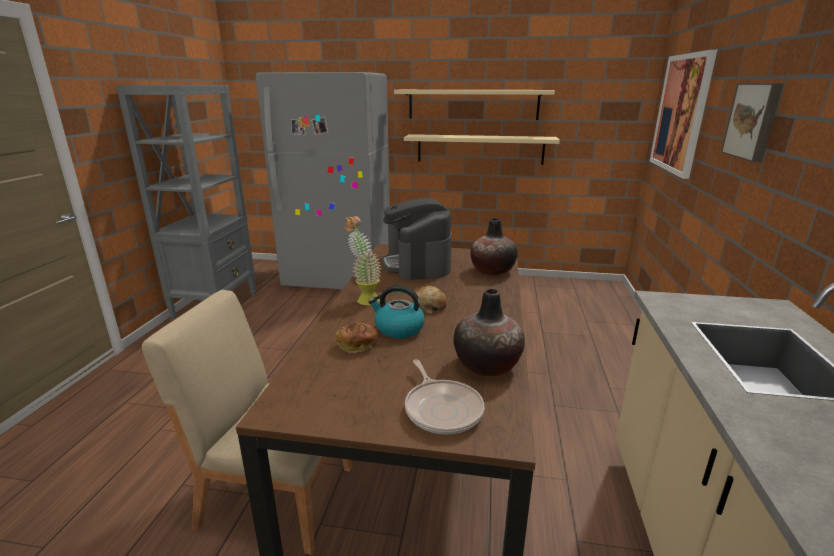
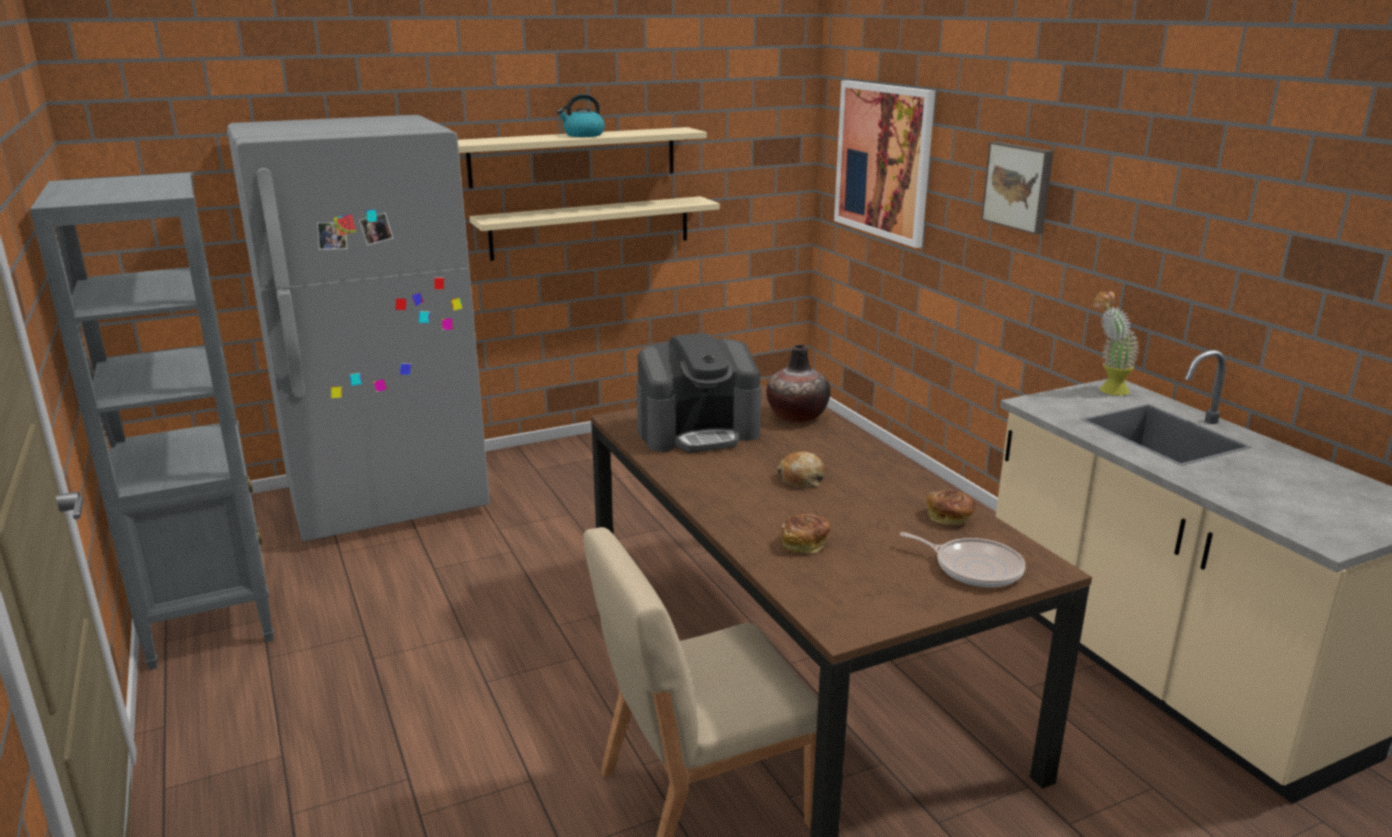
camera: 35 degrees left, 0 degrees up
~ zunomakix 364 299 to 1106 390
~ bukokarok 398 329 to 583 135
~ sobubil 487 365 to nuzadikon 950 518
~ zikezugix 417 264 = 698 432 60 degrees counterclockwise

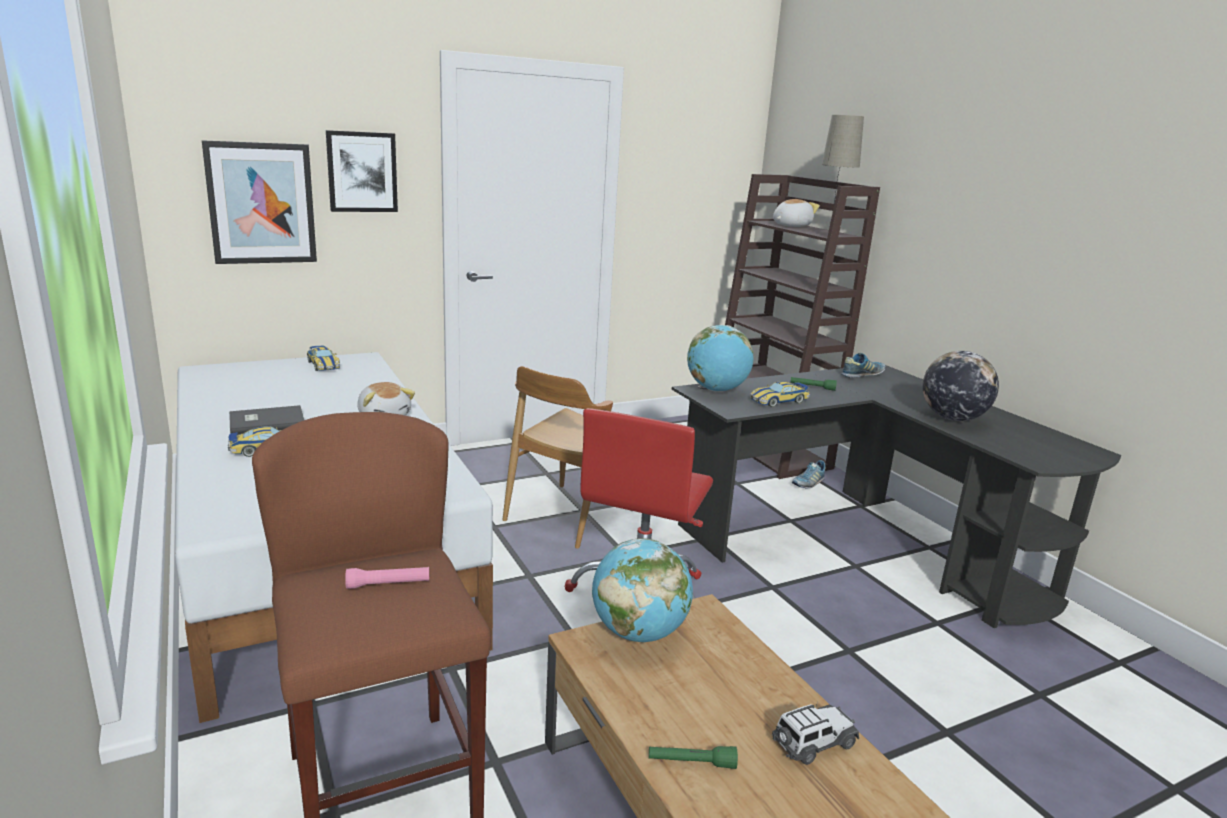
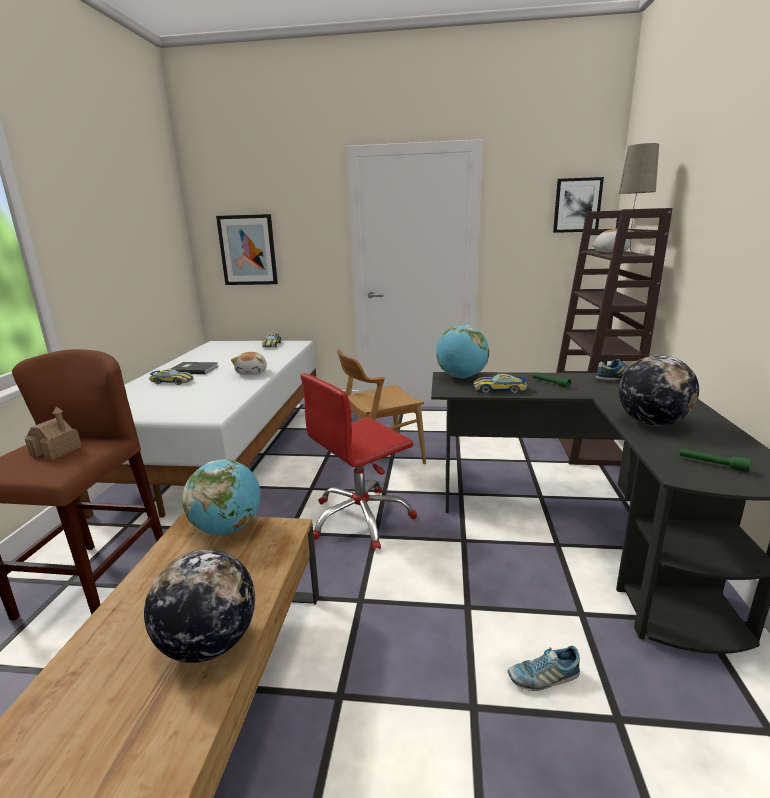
camera: 35 degrees right, 0 degrees up
~ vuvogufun 362 172 to 577 205
~ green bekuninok 691 763 to 712 465
~ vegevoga 808 483 to 543 677
~ pink bekuninok 388 584 to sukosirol 56 451
~ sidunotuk 813 743 to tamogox 209 644

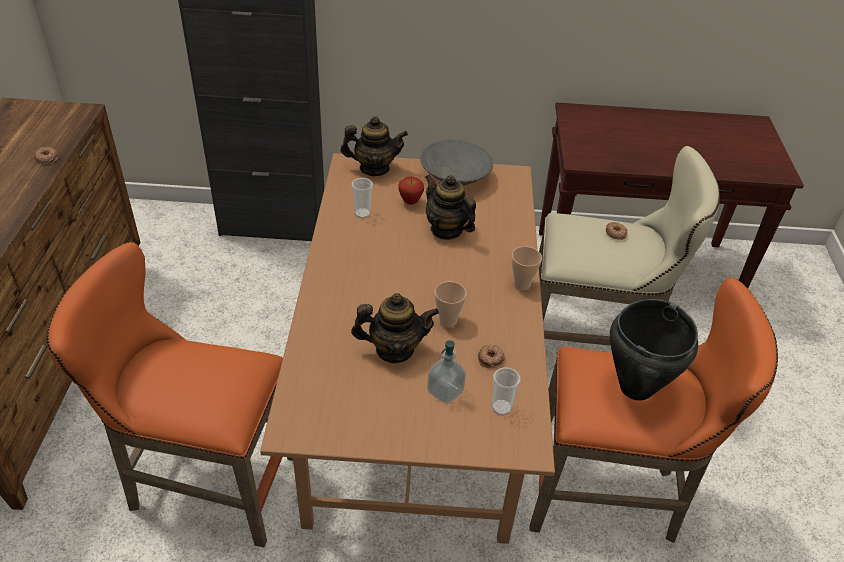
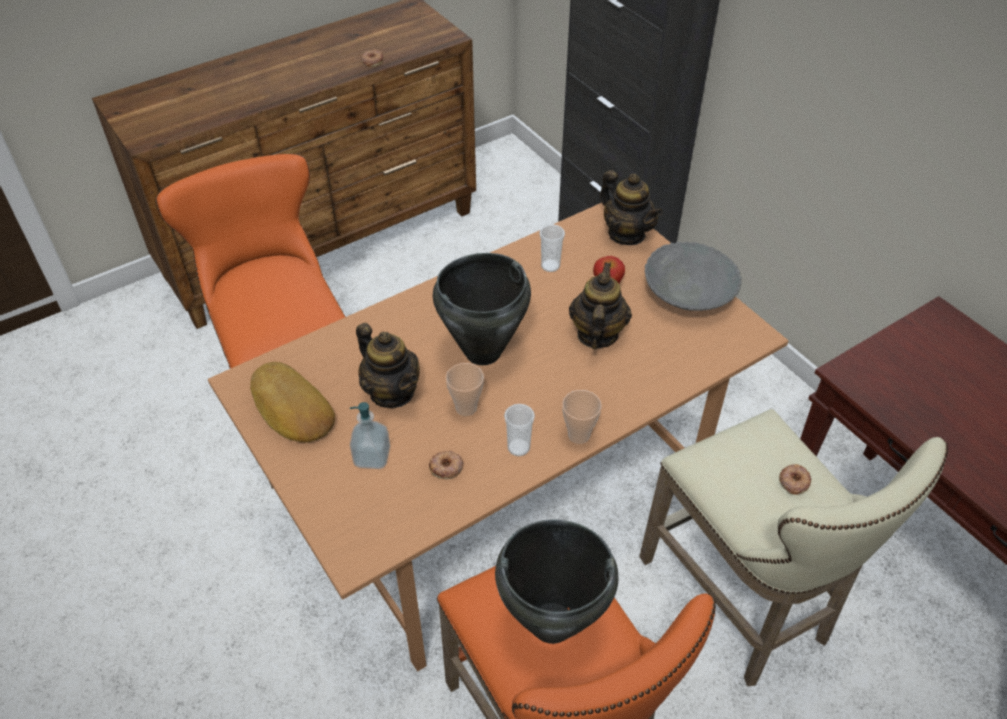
camera: 55 degrees right, 5 degrees up
+ nuzadikon 291 409
+ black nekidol 482 352
~ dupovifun 501 407 to 518 447

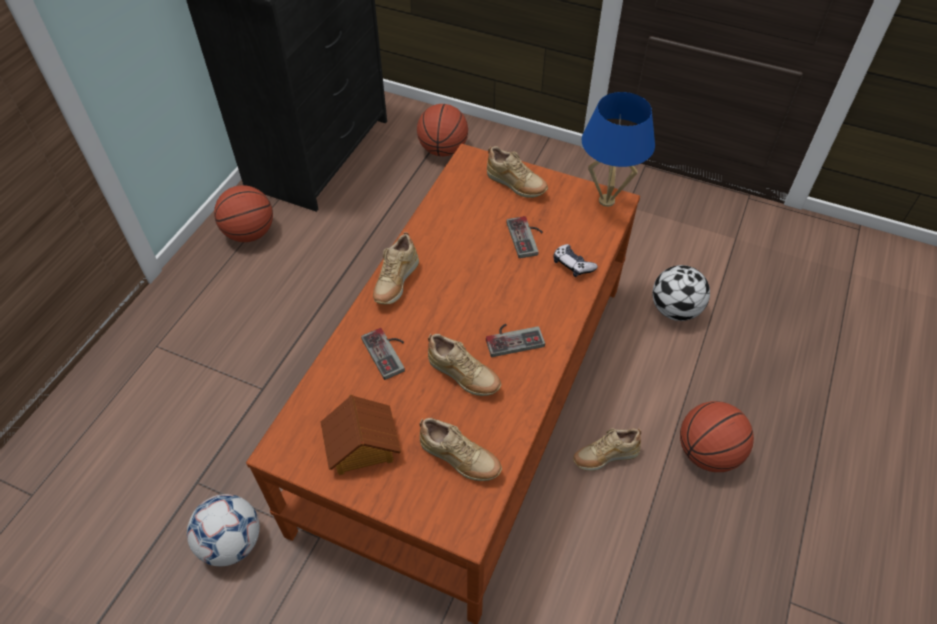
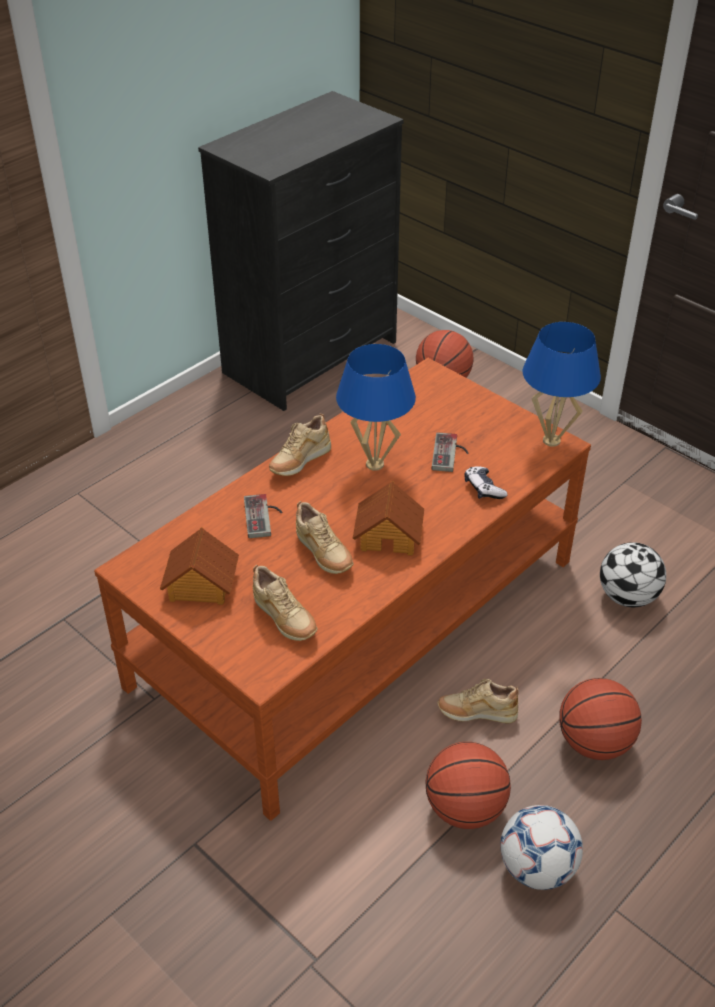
camera: 20 degrees right, 10 degrees down
- beige vegevoga 516 186
+ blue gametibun 375 464
~ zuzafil 232 542 to 537 868
~ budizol 250 233 to 465 808
~ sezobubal 513 337 to sukosirol 389 535

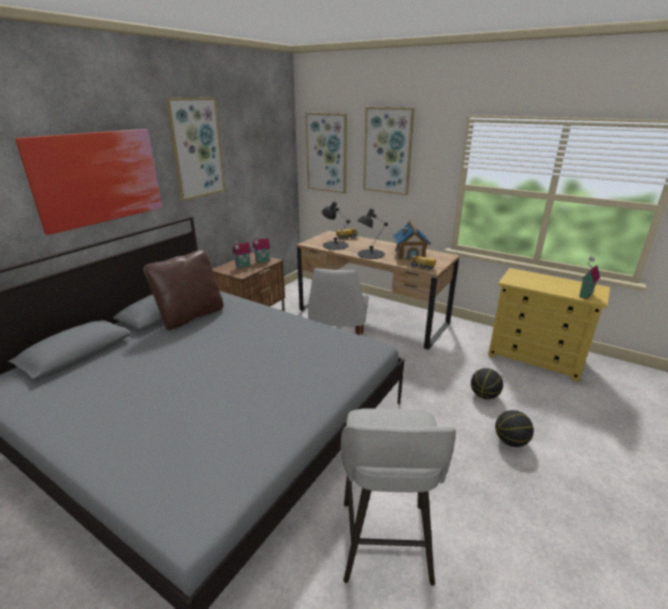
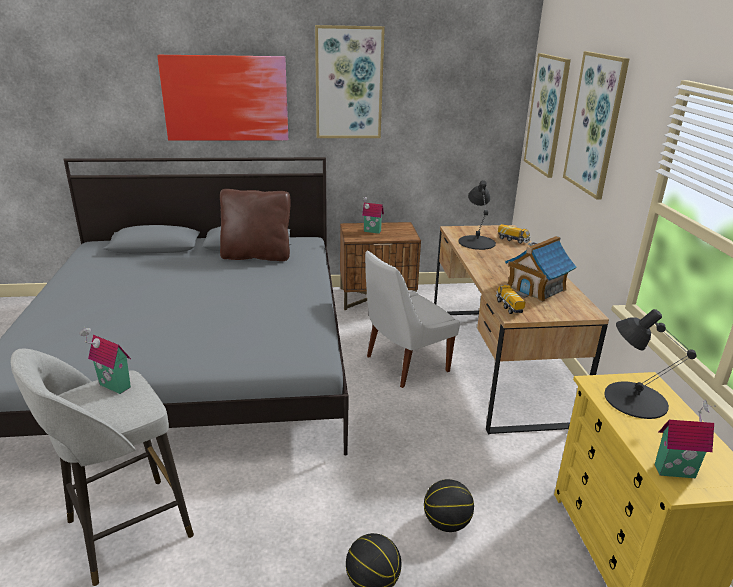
camera: 50 degrees right, 0 degrees up
~ sukosirol 262 261 to 113 387
~ black gametibun 370 254 to 634 399

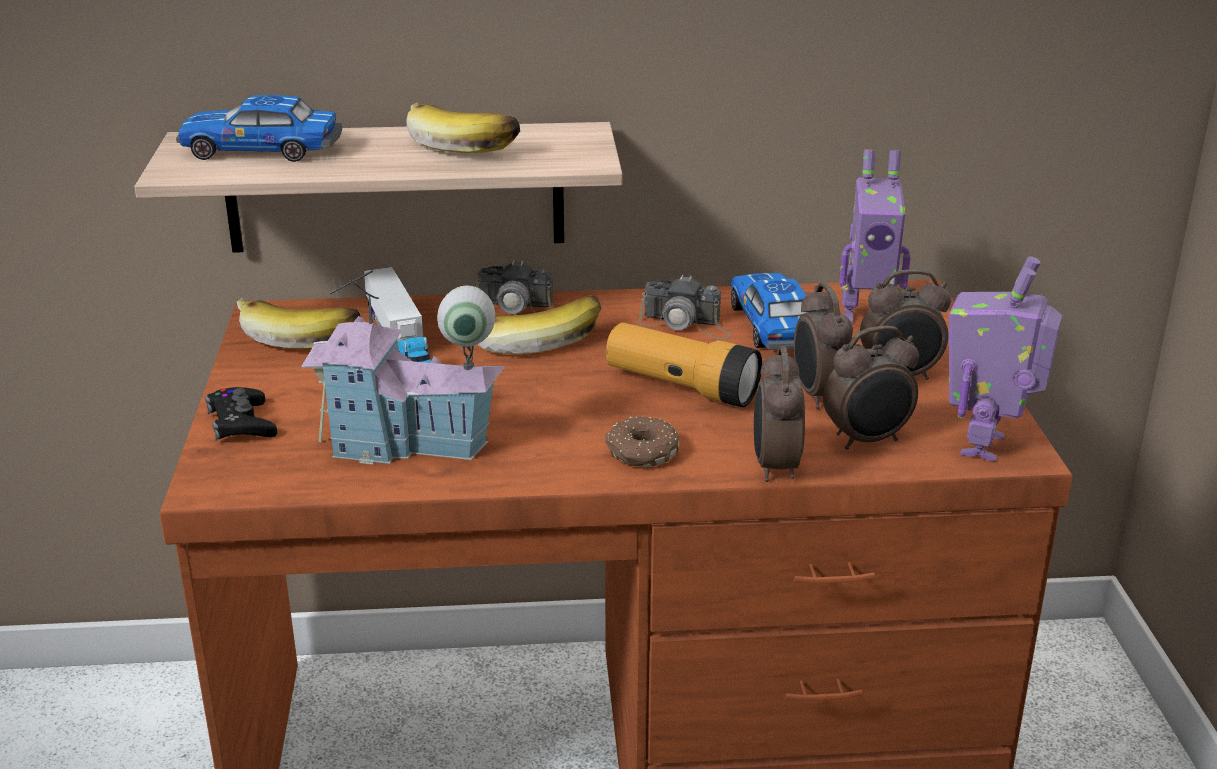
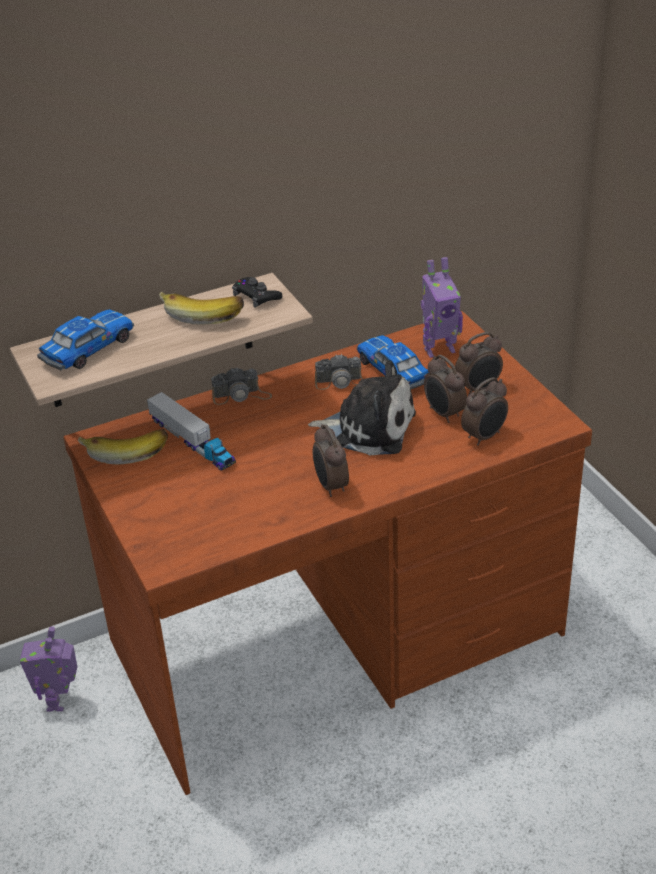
camera: 20 degrees left, 10 degrees up
- sukosirol 407 444
- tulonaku 532 339
- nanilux 641 453
~ black sezobubal 241 423 to 256 296
~ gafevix 774 467 to 330 486
~ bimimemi 986 446 to 59 700
~ bekuninok 681 387 to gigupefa 369 428
~ sidunotuk 263 150 = 87 349 150 degrees clockwise

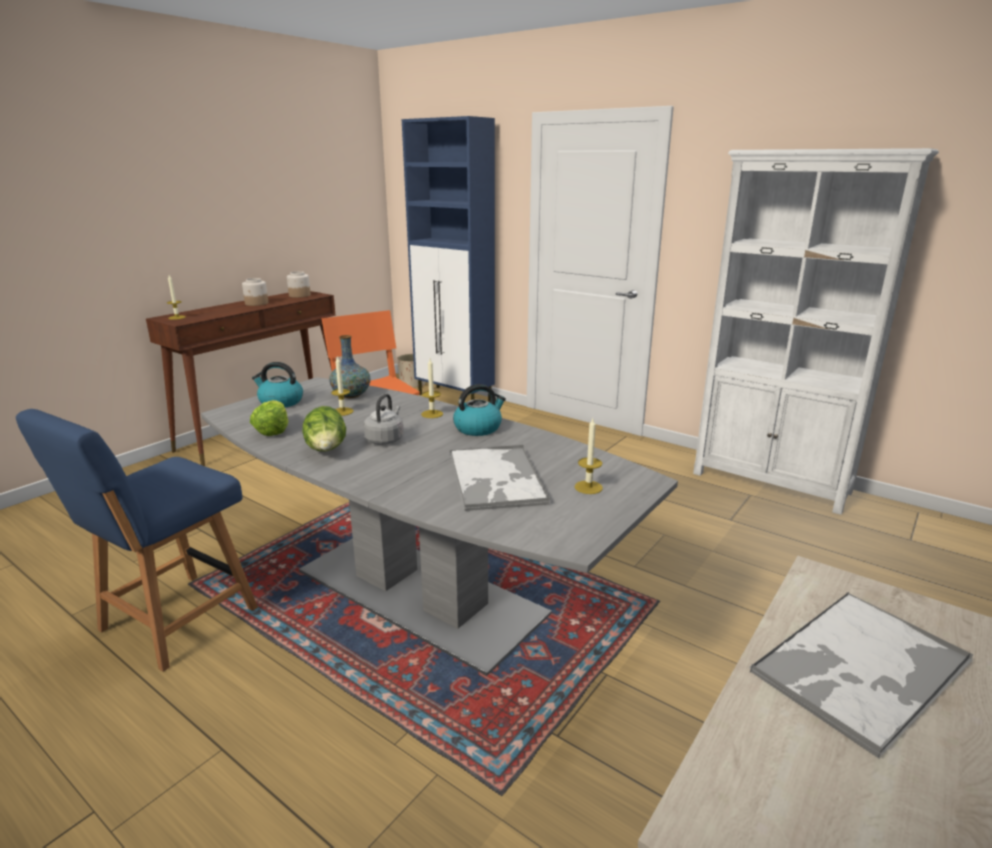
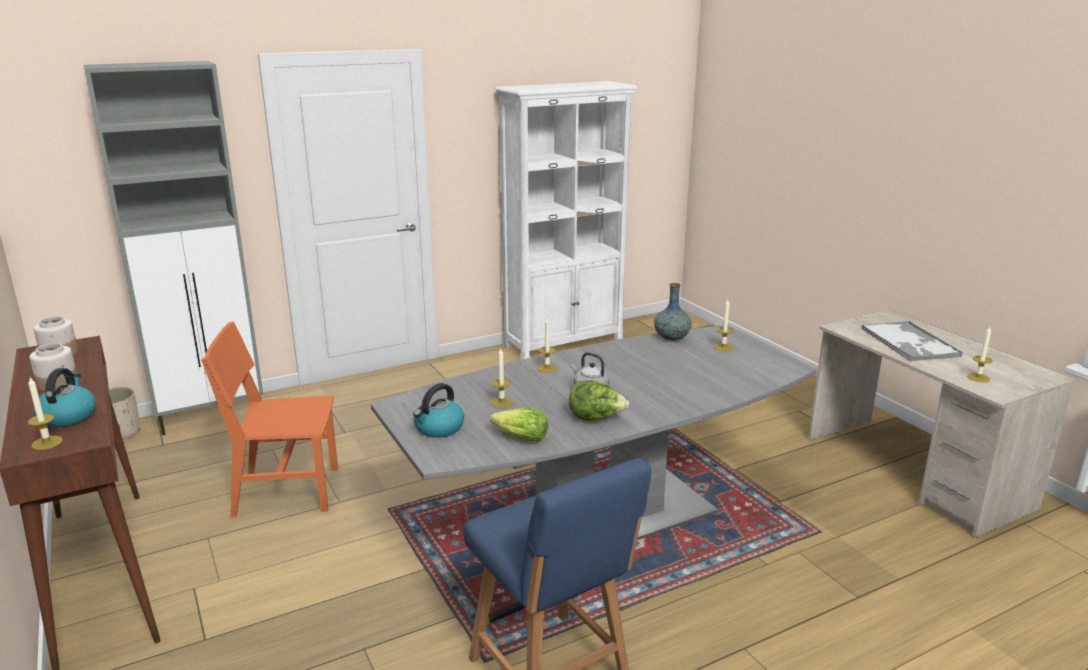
camera: 65 degrees left, 0 degrees up
- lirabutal 496 479
+ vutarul 978 378
~ sobubil 351 395 to 671 337
~ bukokarok 478 428 to 68 416
~ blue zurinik 455 398 to grey zurinik 212 416

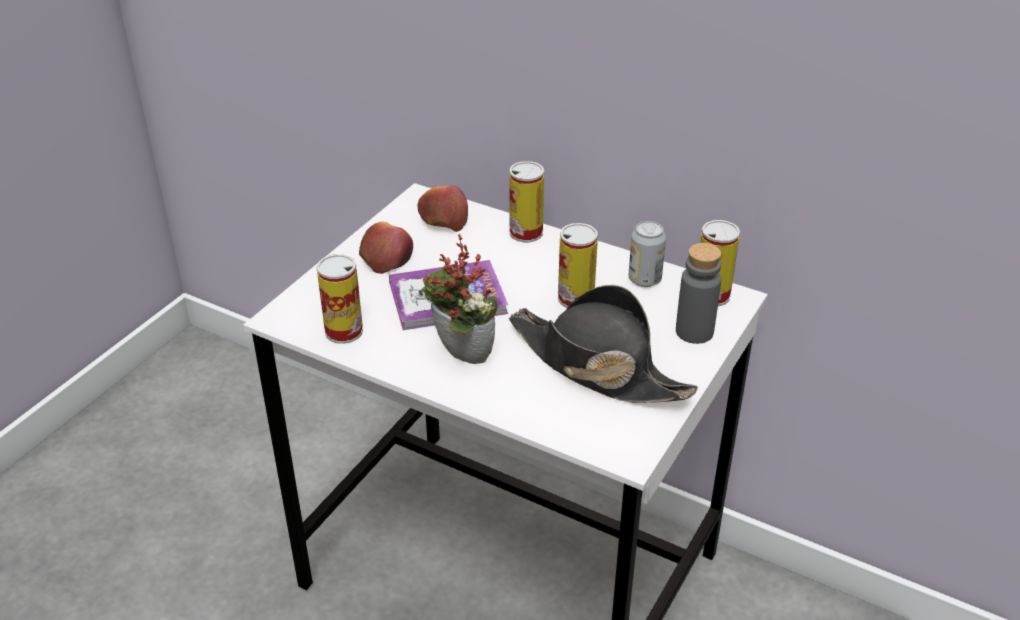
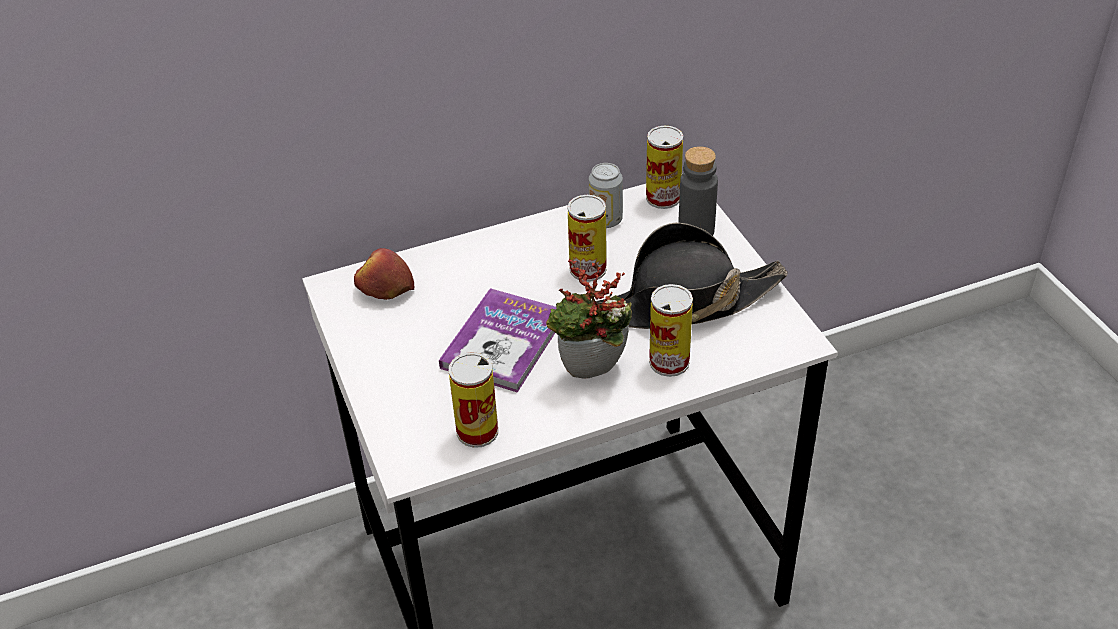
camera: 50 degrees left, 5 degrees up
- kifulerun 386 257
~ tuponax 526 233 to 669 362

